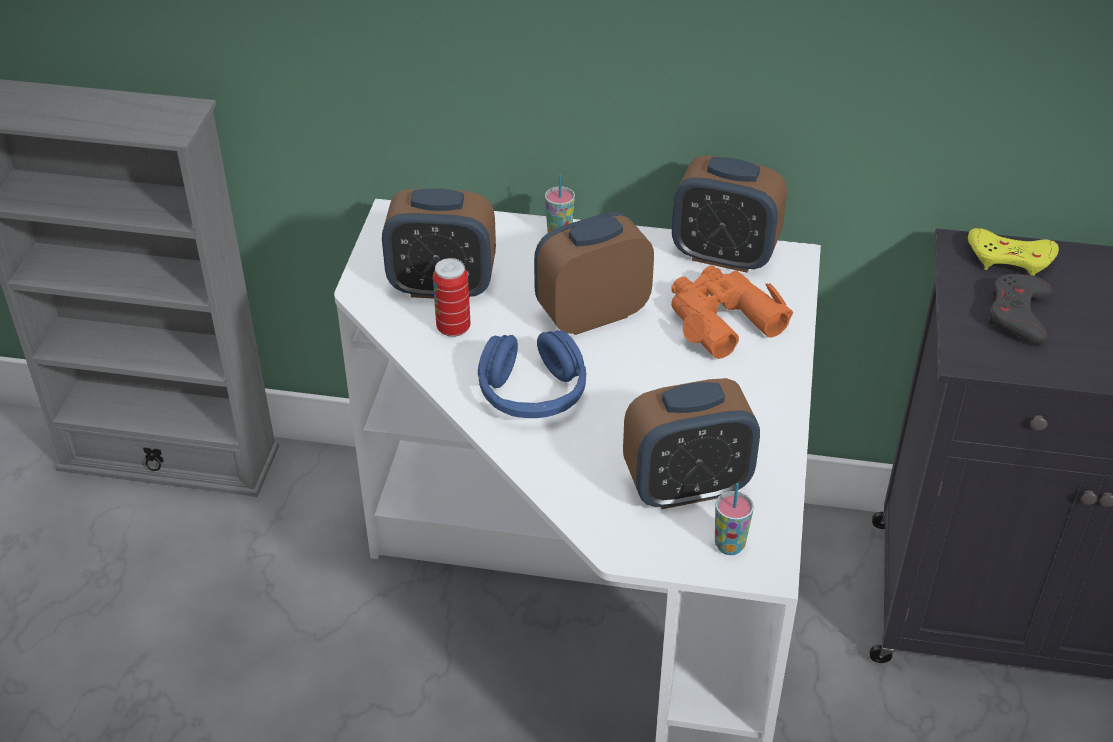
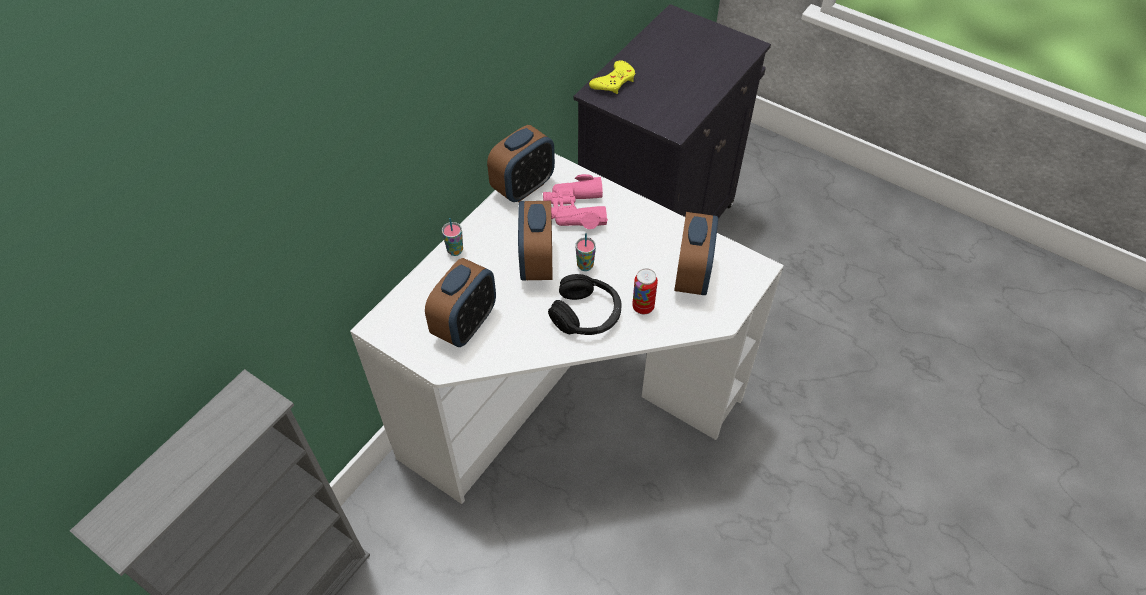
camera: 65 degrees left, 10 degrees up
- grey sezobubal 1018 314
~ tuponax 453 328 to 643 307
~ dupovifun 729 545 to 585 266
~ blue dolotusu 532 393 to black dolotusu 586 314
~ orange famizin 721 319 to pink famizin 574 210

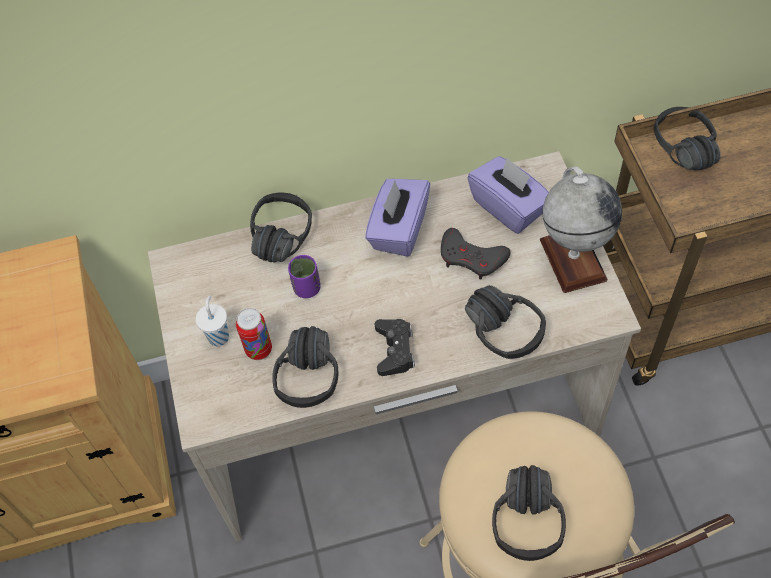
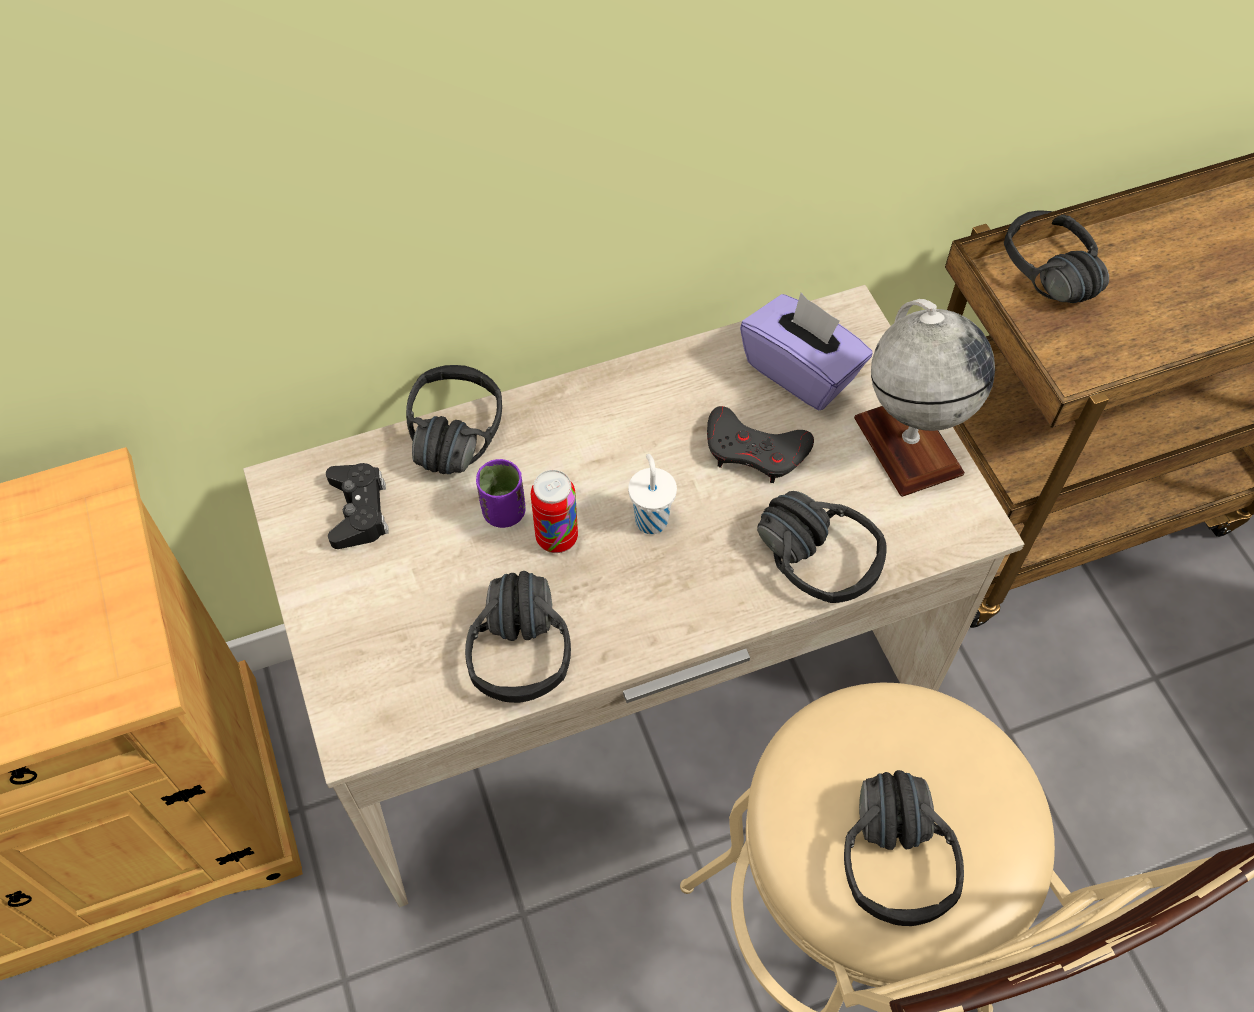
camera: 10 degrees left, 0 degrees up
- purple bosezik 398 230
~ white dupovifun 218 336 to 651 519
~ tuponax 258 349 to 556 537
~ black sezobubal 395 350 to 358 510

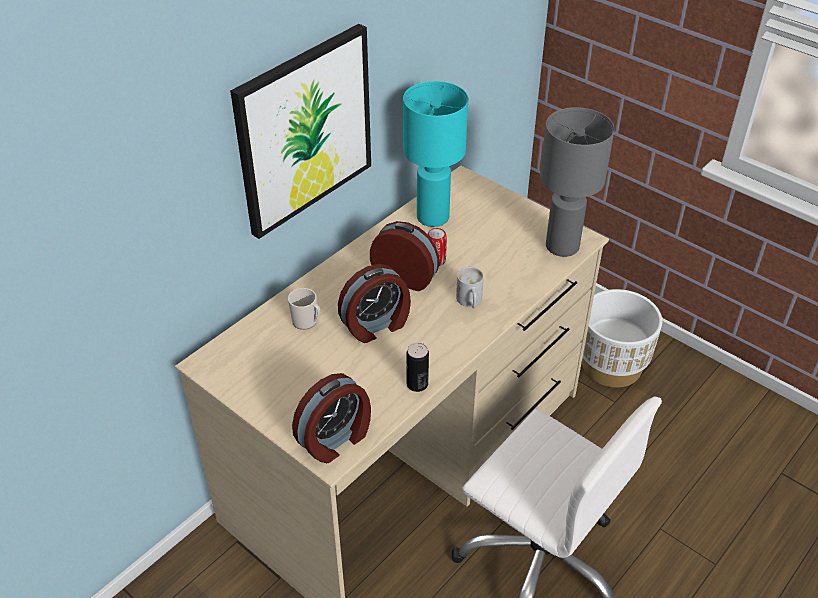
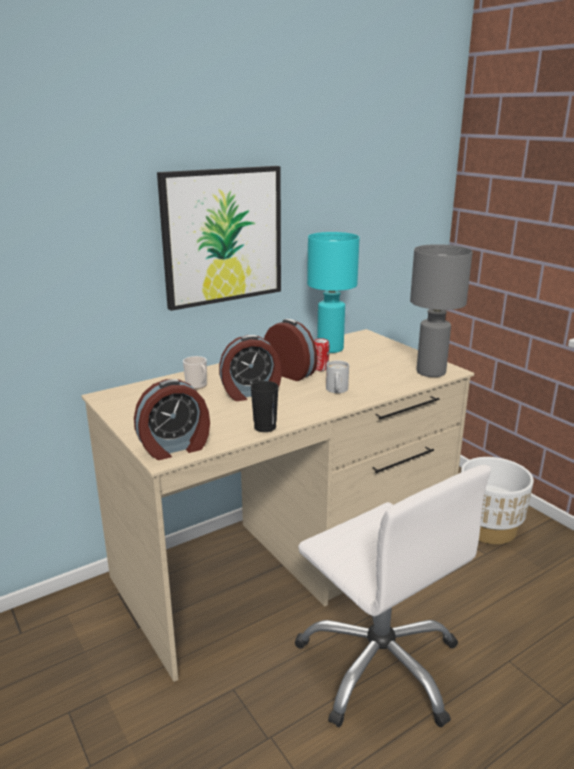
camera: 15 degrees right, 20 degrees down
~ tuponax 417 384 to black dupovifun 265 427

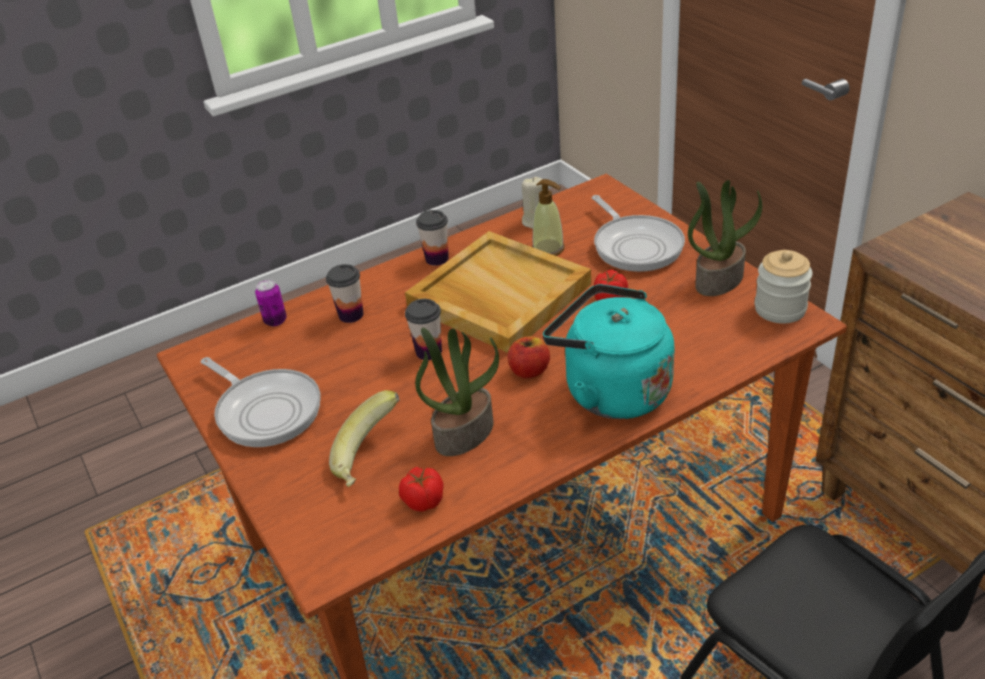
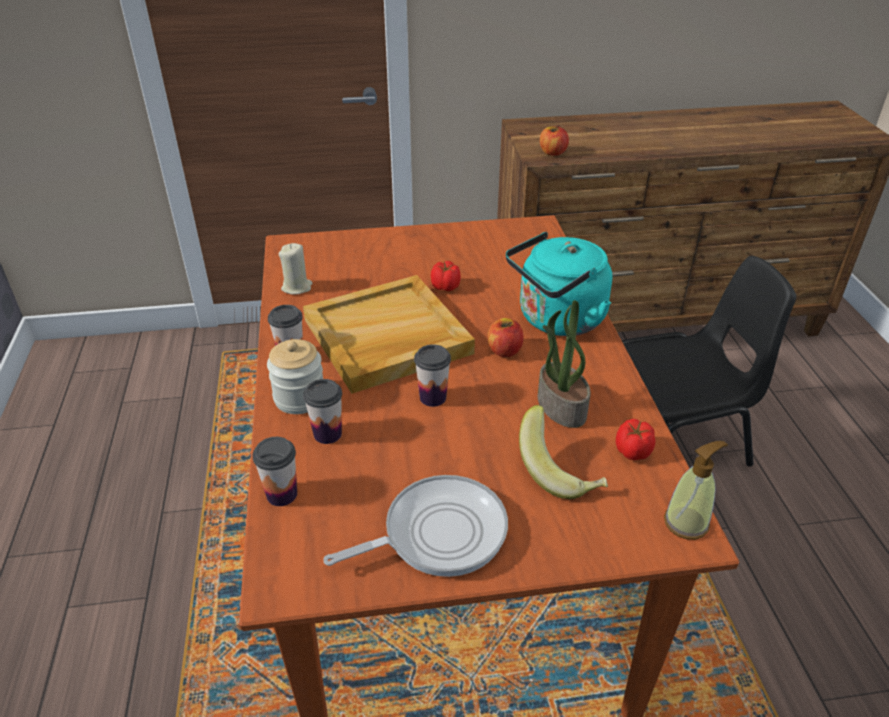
camera: 70 degrees left, 0 degrees up
- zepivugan 635 246
- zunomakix 719 280
+ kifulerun 552 153
~ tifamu 548 249 to 686 522
~ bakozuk 780 309 to 299 398
~ tuponax 275 321 to dupovifun 282 494

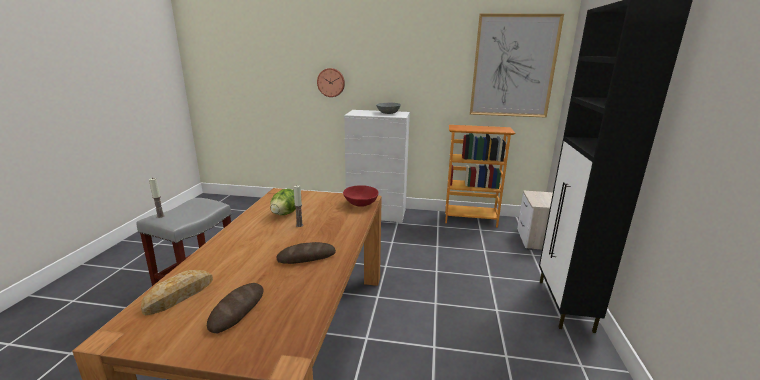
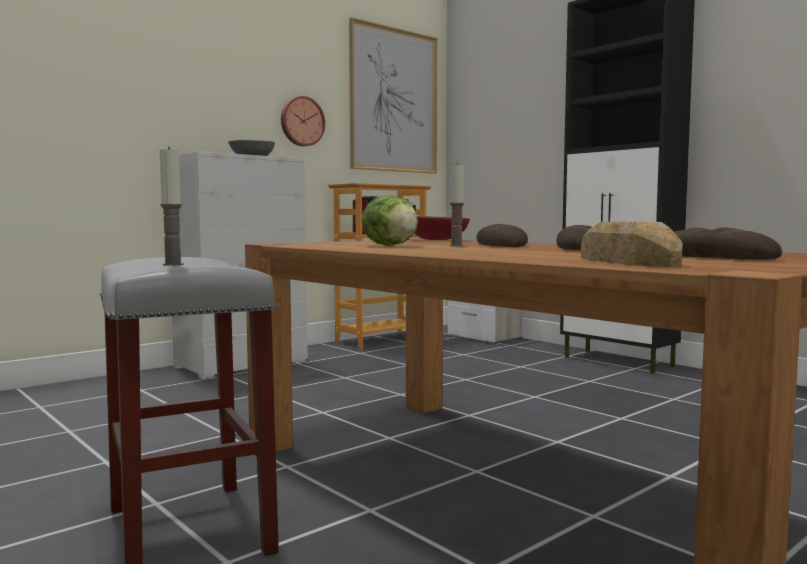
camera: 50 degrees left, 15 degrees down
+ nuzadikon 501 245
~ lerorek 331 82 to 301 121

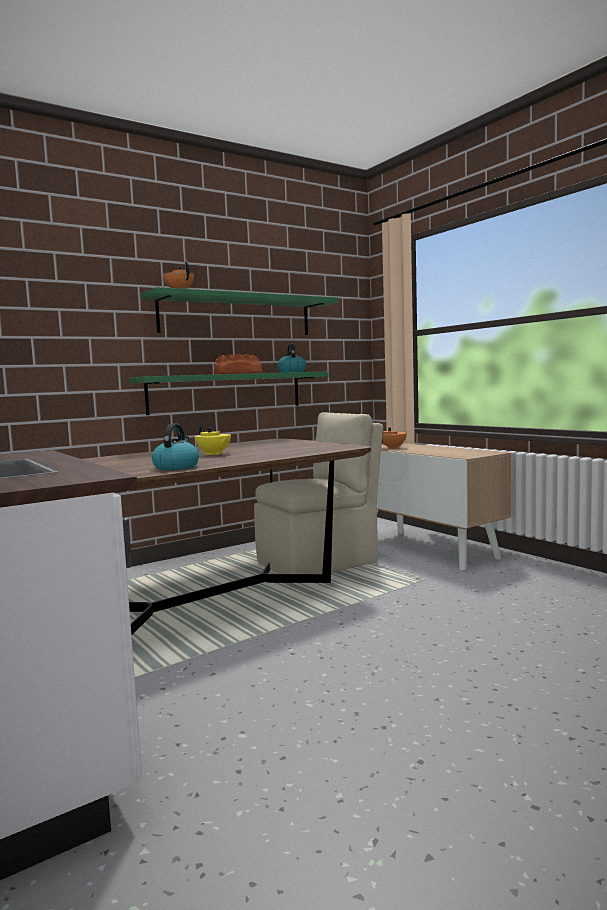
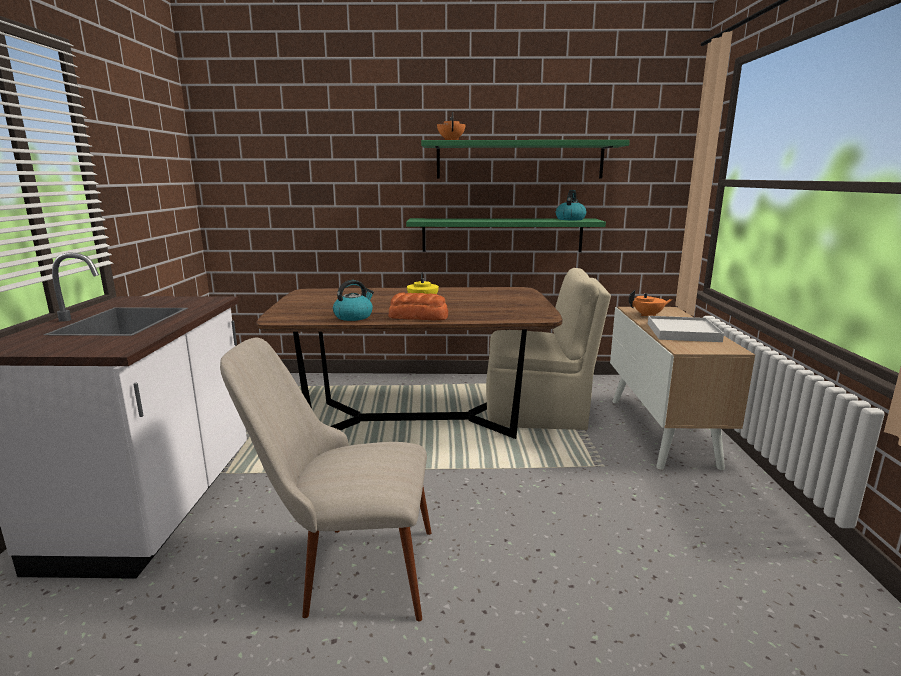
camera: 35 degrees right, 10 degrees up
+ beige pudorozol 346 569
+ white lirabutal 683 332
~ nuzadikon 238 373 to 419 317

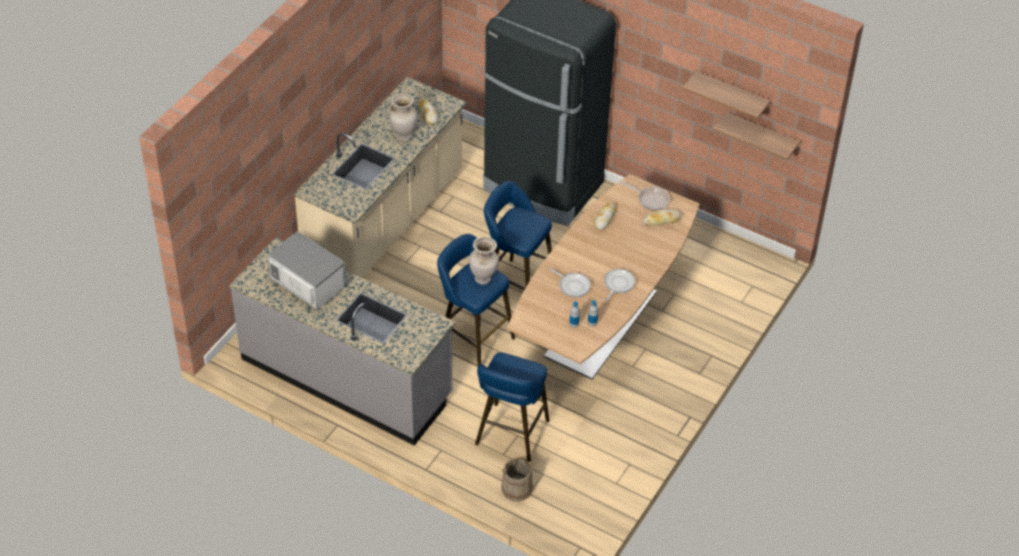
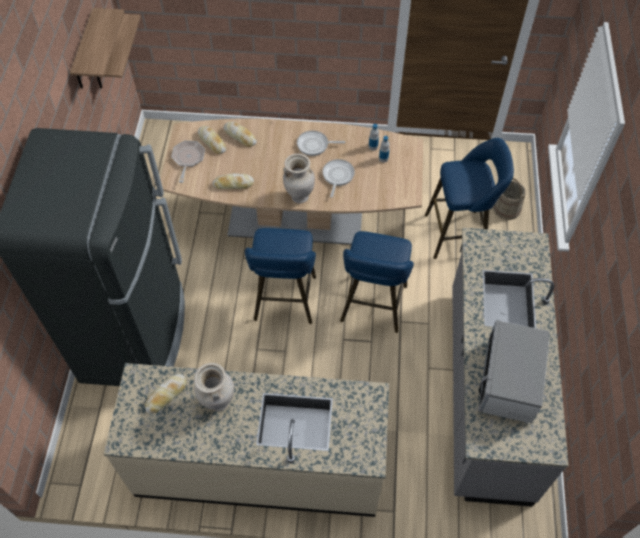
camera: 115 degrees left, 10 degrees up
+ nuzadikon 240 136
~ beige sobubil 483 279 to 299 196

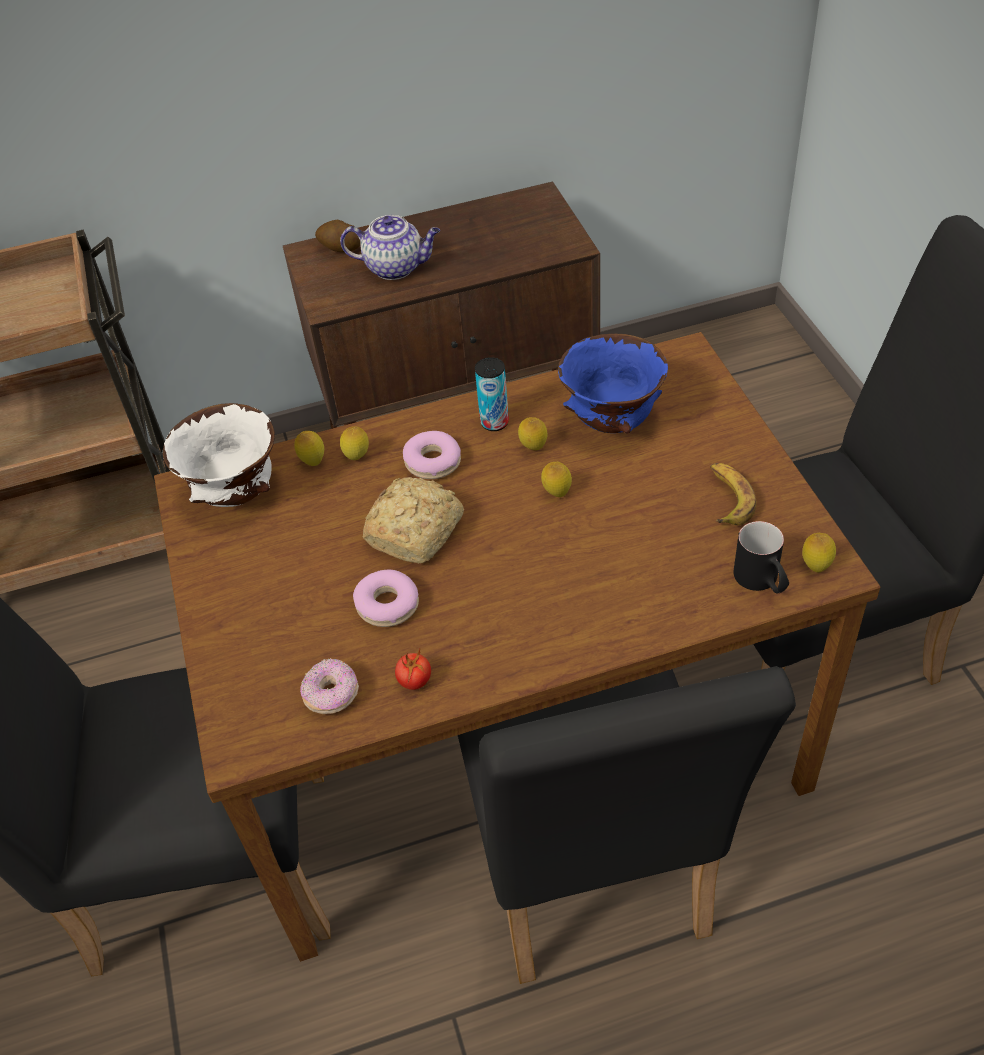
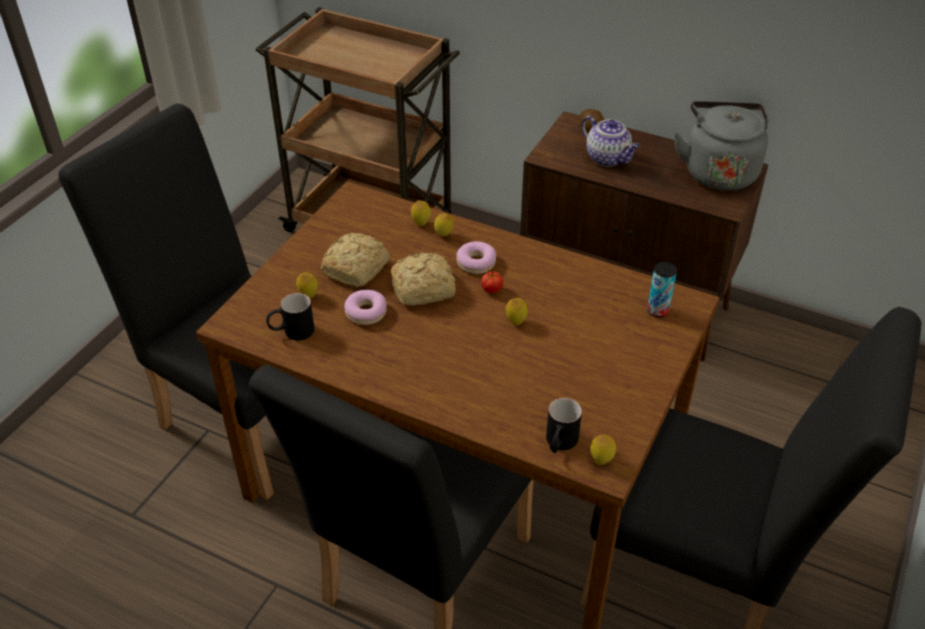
camera: 40 degrees right, 5 degrees down
- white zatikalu 235 494
- blue zatikalu 611 421
- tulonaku 727 498
+ nuzadikon 357 268
+ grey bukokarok 719 171
~ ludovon 415 681 to 491 290
~ tuponax 494 422 to 657 311
~ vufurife 533 448 to 308 296
~ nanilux 332 695 to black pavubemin 291 332

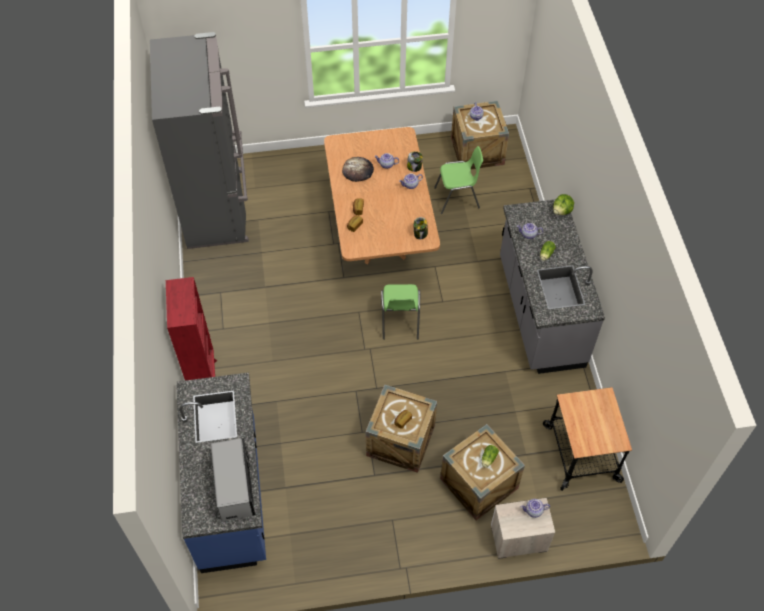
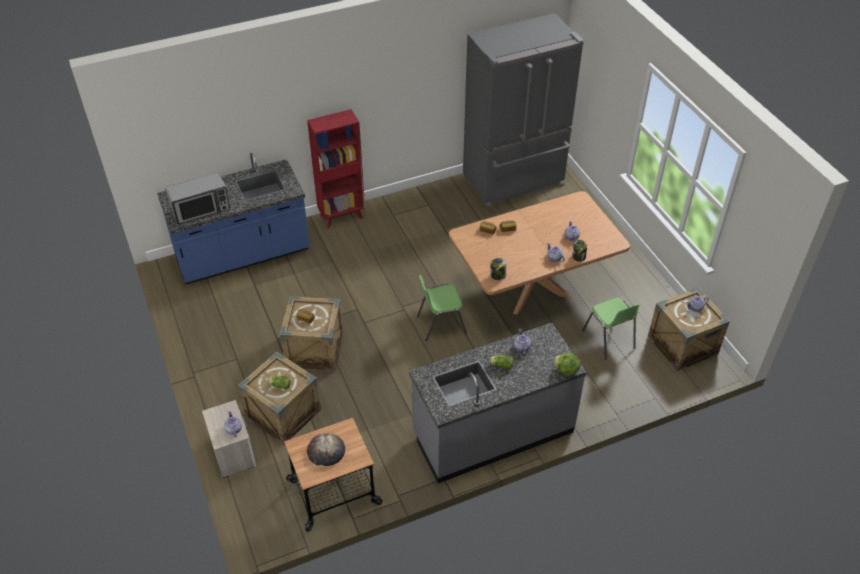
camera: 75 degrees right, 10 degrees down
~ nuzadikon 358 171 to 326 451

